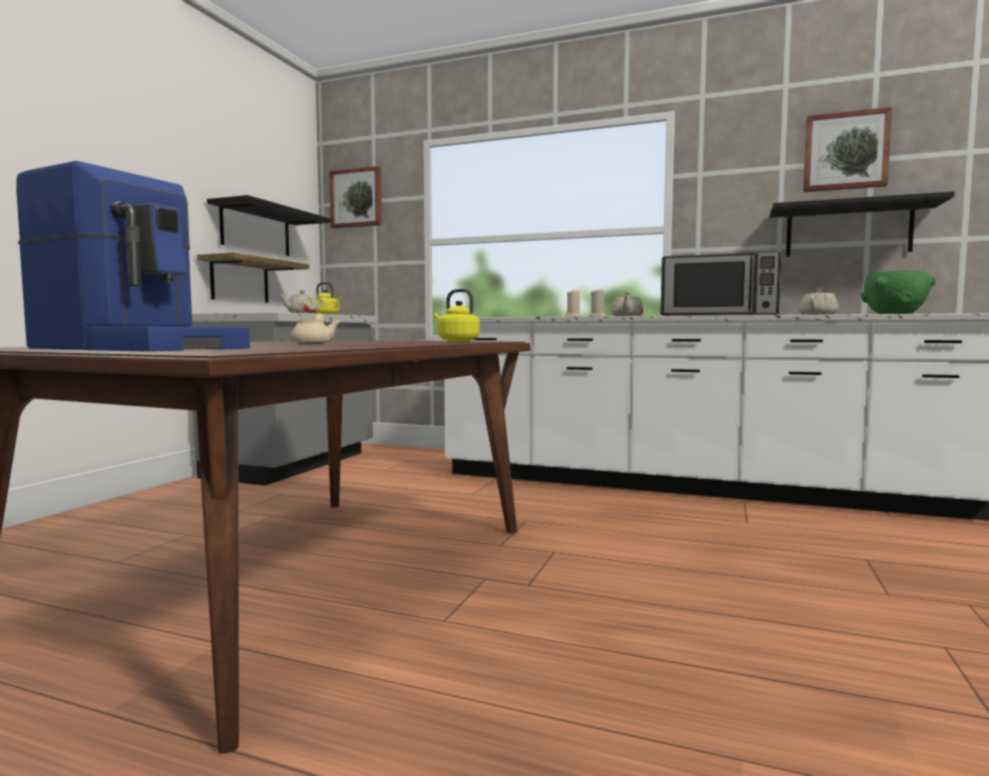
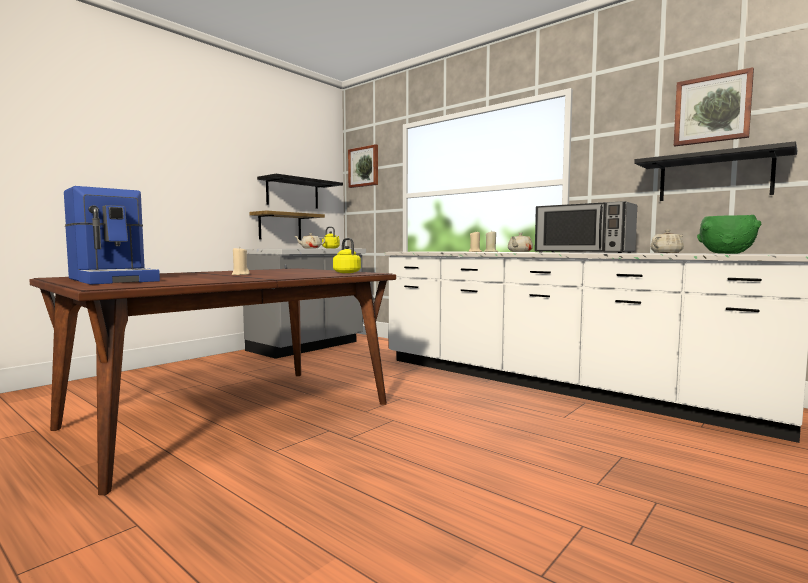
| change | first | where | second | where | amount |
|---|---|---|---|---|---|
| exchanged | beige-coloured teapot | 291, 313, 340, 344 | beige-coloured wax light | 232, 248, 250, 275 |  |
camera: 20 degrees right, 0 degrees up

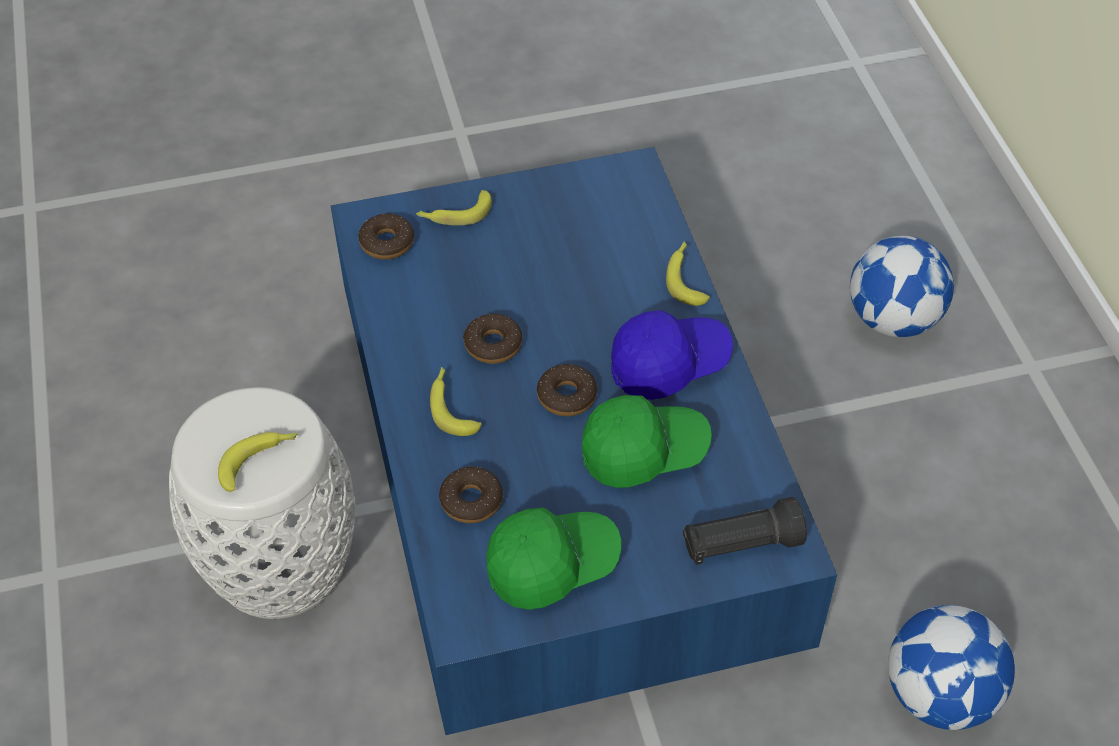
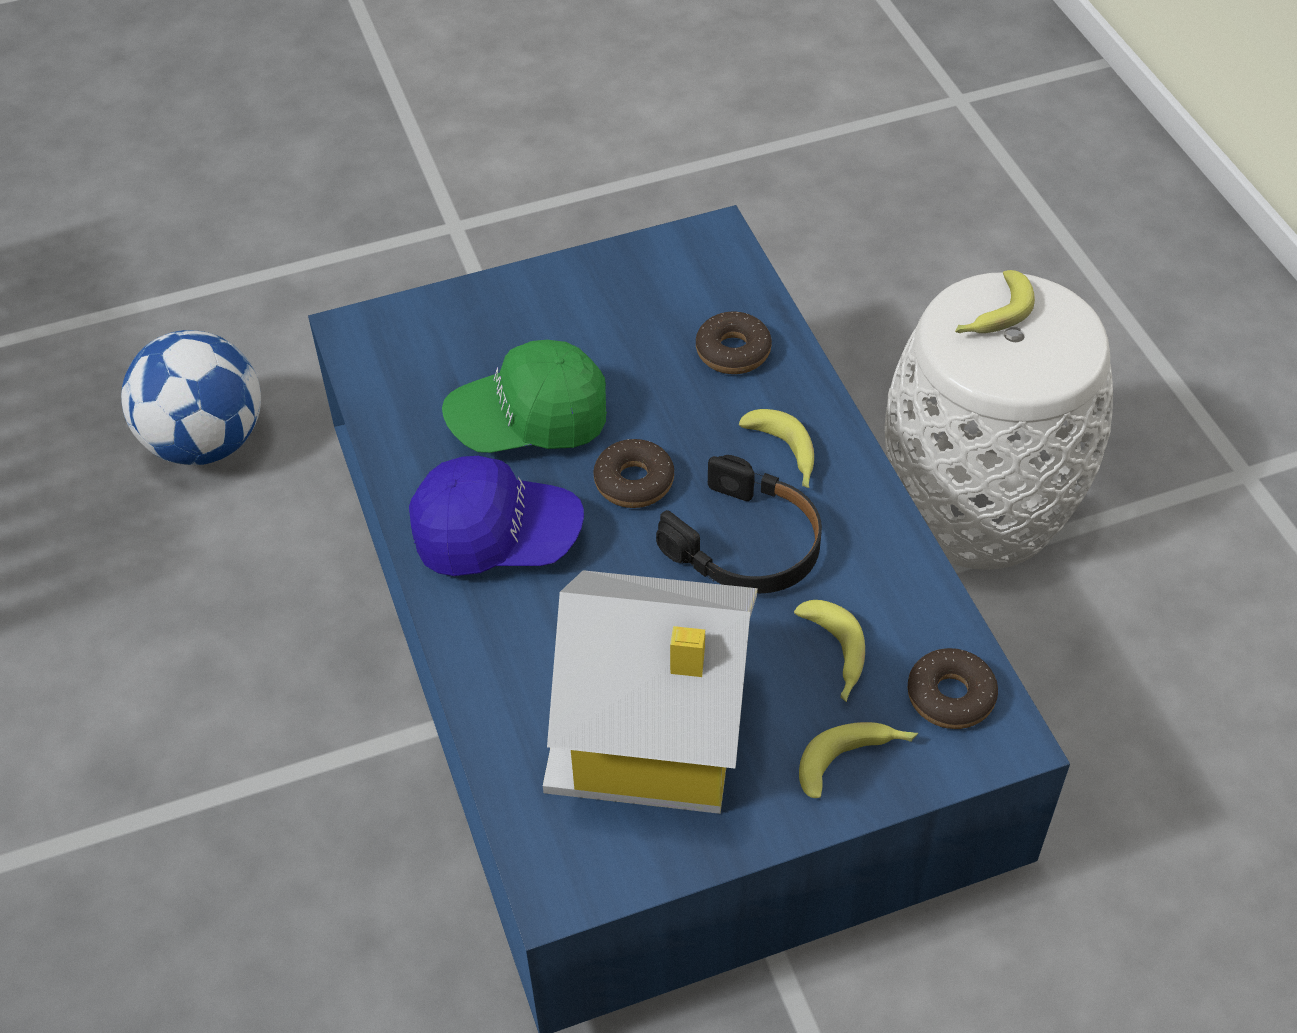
| change | first | where | second | where | amount |
|---|---|---|---|---|---|
| missing | green cap | 486, 508, 621, 610 |  |  |  |
| missing | black-coloured flashlight | 683, 497, 807, 565 |  |  |  |
| missing | football | 850, 236, 954, 337 |  |  |  |
| appeared |  |  | model house | 543, 570, 758, 814 |  |
| relocated | banana fruit | 666, 241, 710, 306 |  | 794, 600, 865, 702 |  |
| exchanged | donut | 463, 314, 522, 364 | black-coloured headset | 656, 455, 822, 593 |  |
| spun | bluish cap | 611, 310, 733, 400 |  | 409, 456, 584, 576 | 150 degrees counterclockwise |
camera: 175 degrees right, 0 degrees up

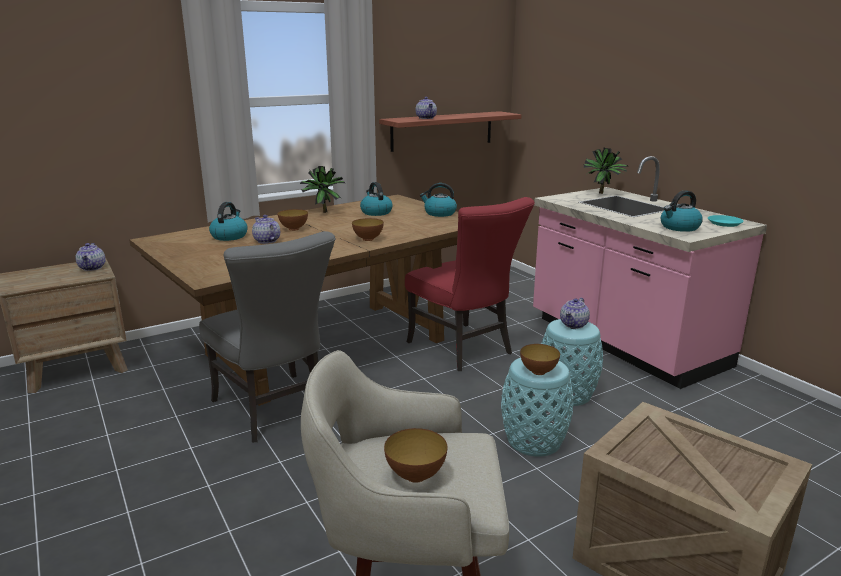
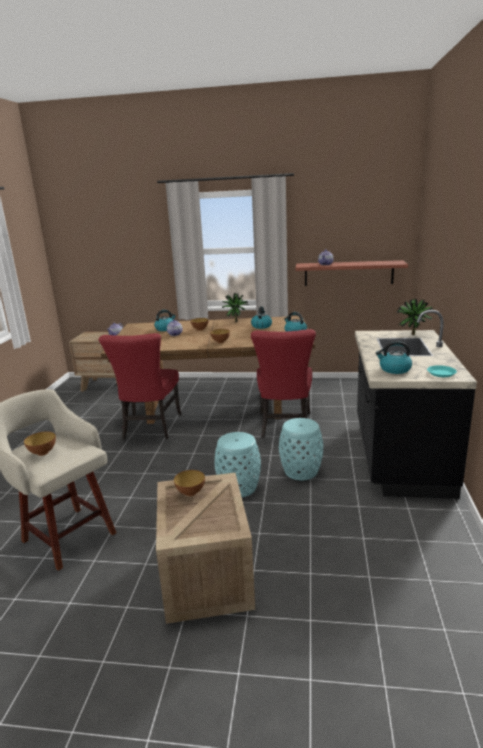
| change | first | where | second | where | amount |
|---|---|---|---|---|---|
| missing | teapot | 560, 298, 590, 329 |  |  |  |
| relocated | serving bowl | 520, 344, 560, 375 |  | 174, 470, 205, 496 |  |
| colour | grey plain chair | 199, 231, 336, 442 | reddish plain chair | 99, 333, 182, 440 |  |
| colour | pink kitchen counter | 533, 156, 767, 389 | black-coloured kitchen counter | 355, 310, 477, 499 |  |
camera: 40 degrees right, 0 degrees up

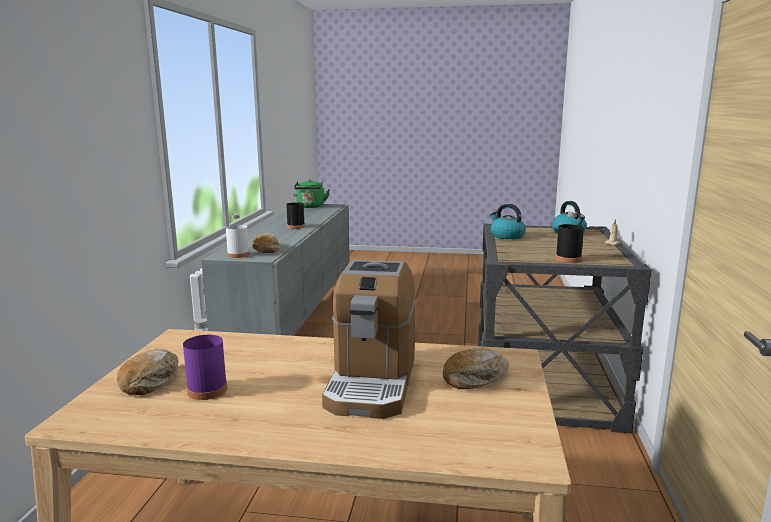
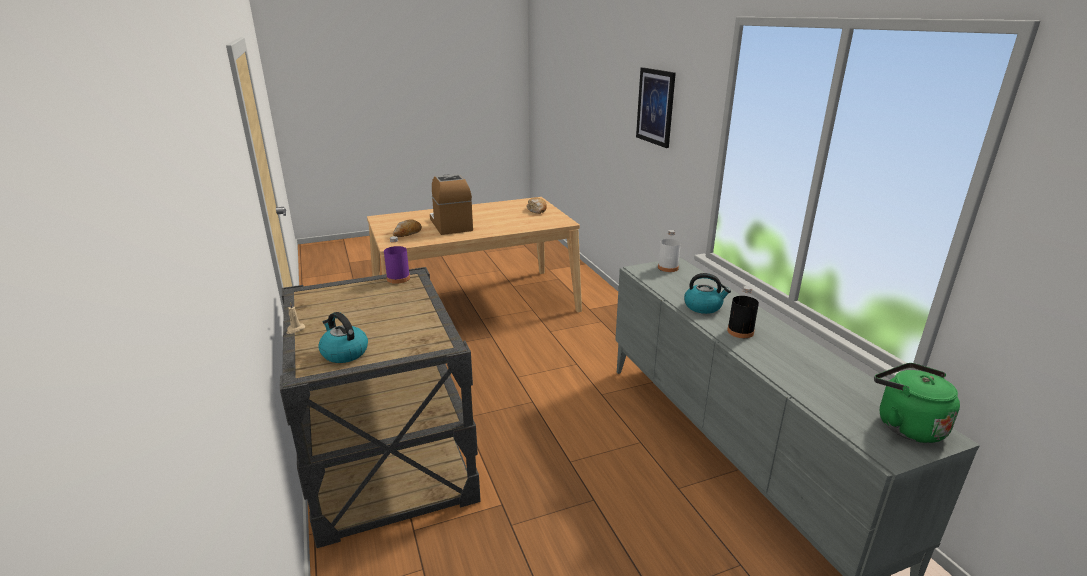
| change | first | where | second | where | amount |
|---|---|---|---|---|---|
| missing | bread | 252, 233, 280, 253 |  |  |  |
| missing | black-coloured drink bottle | 556, 212, 584, 263 |  |  |  |
| appeared |  |  | wall picture | 636, 67, 676, 148 |  |
| relocated | purplish drink bottle | 183, 318, 227, 400 |  | 384, 236, 410, 284 |  |
| relocated | kettle | 490, 204, 526, 239 |  | 684, 273, 731, 314 |  |
camera: 150 degrees right, 10 degrees up

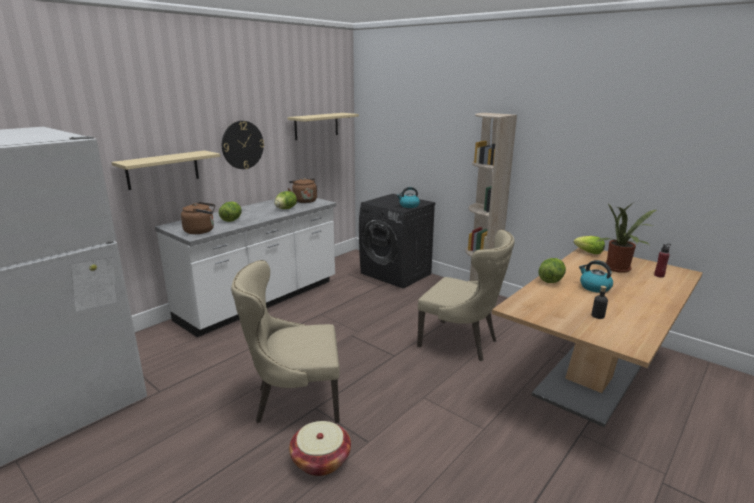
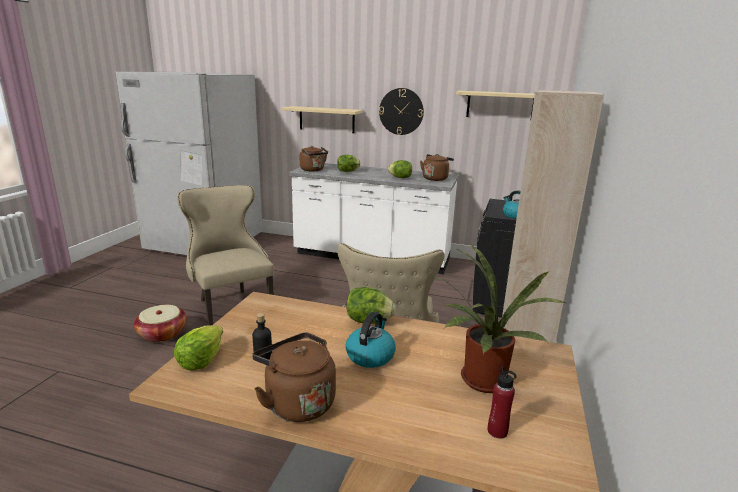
| change | first | where | second | where | amount |
|---|---|---|---|---|---|
| appeared |  |  | brown kettle | 252, 332, 336, 422 |  |
| relocated | head of lettuce | 574, 236, 605, 254 |  | 174, 325, 223, 370 |  |
camera: 65 degrees right, 0 degrees up

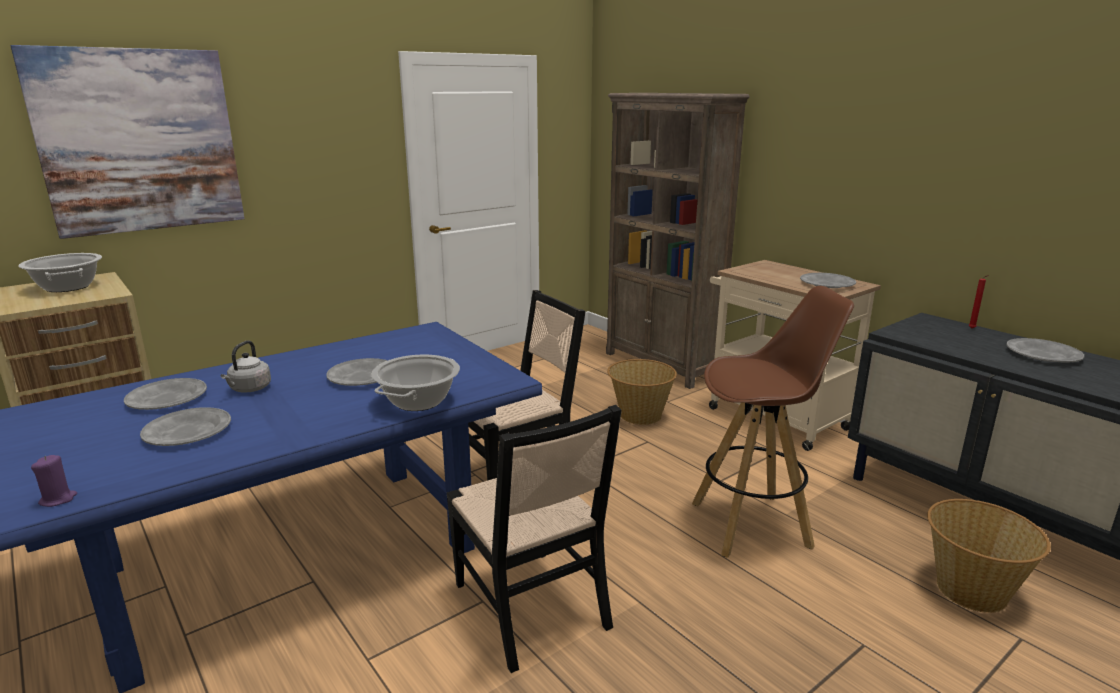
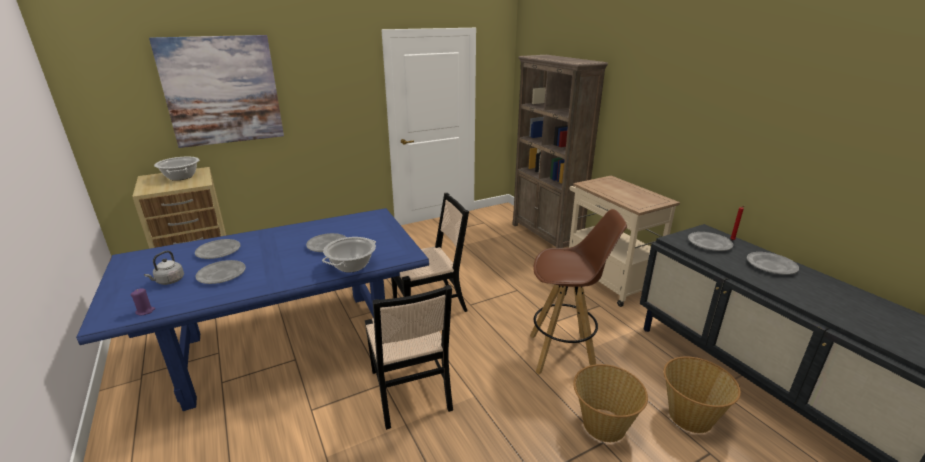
| change | first | where | second | where | amount |
|---|---|---|---|---|---|
| relocated | grey kettle | 221, 341, 271, 393 |  | 144, 250, 184, 285 |  |
| relocated | basket | 607, 359, 677, 425 |  | 573, 364, 648, 442 |  |
| relocated | grey flat dish | 800, 273, 856, 288 |  | 688, 232, 734, 251 |  |
camera: 10 degrees right, 5 degrees up

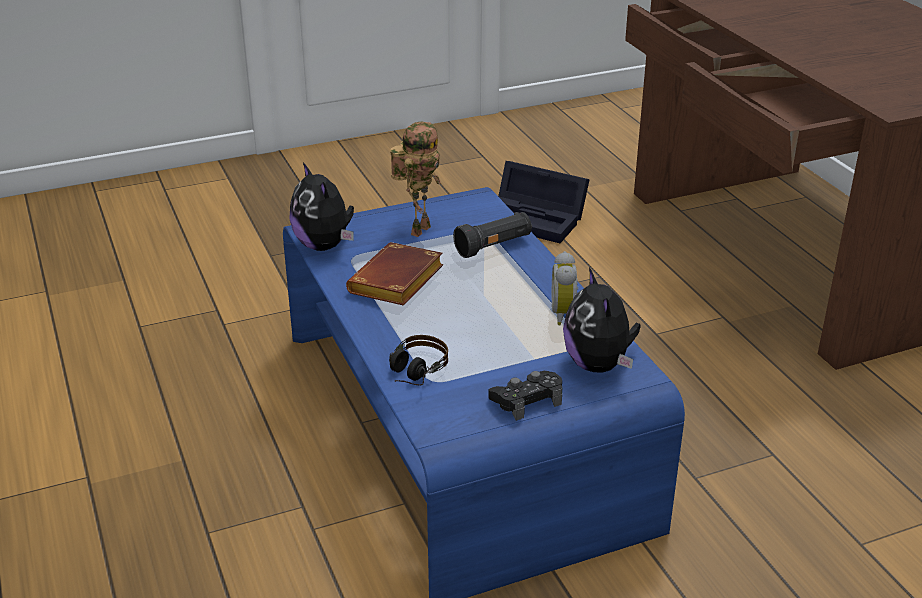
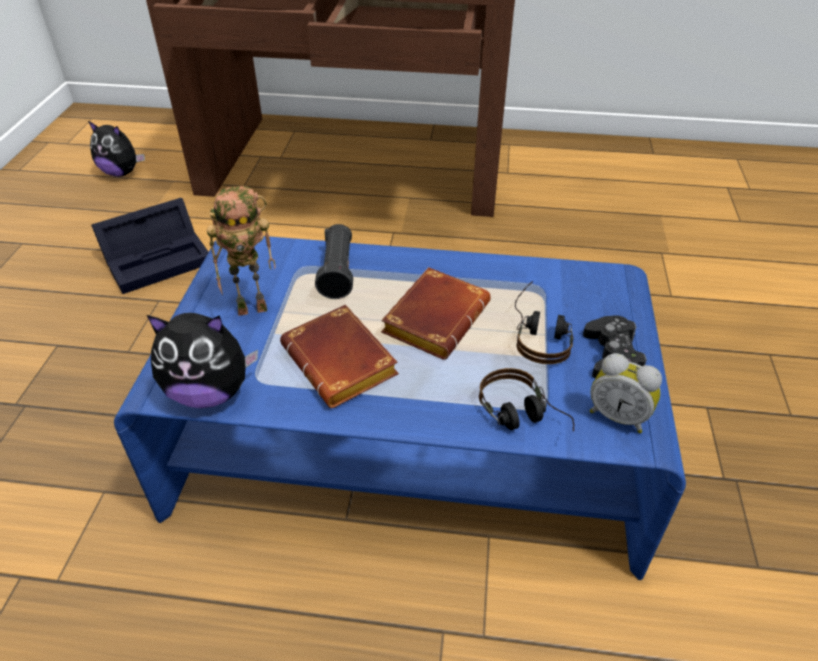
| change | first | where | second | where | amount |
|---|---|---|---|---|---|
| appeared |  |  | brown bound book | 381, 267, 491, 360 |  |
| appeared |  |  | headset | 515, 281, 574, 364 |  |
| relocated | table clock | 552, 251, 578, 325 |  | 590, 353, 662, 433 |  |
| relocated | soft toy | 563, 268, 641, 372 |  | 88, 121, 145, 177 |  |
| spun | model robot | 390, 122, 441, 237 |  | 207, 186, 276, 316 | 105 degrees clockwise |
camera: 60 degrees left, 10 degrees up

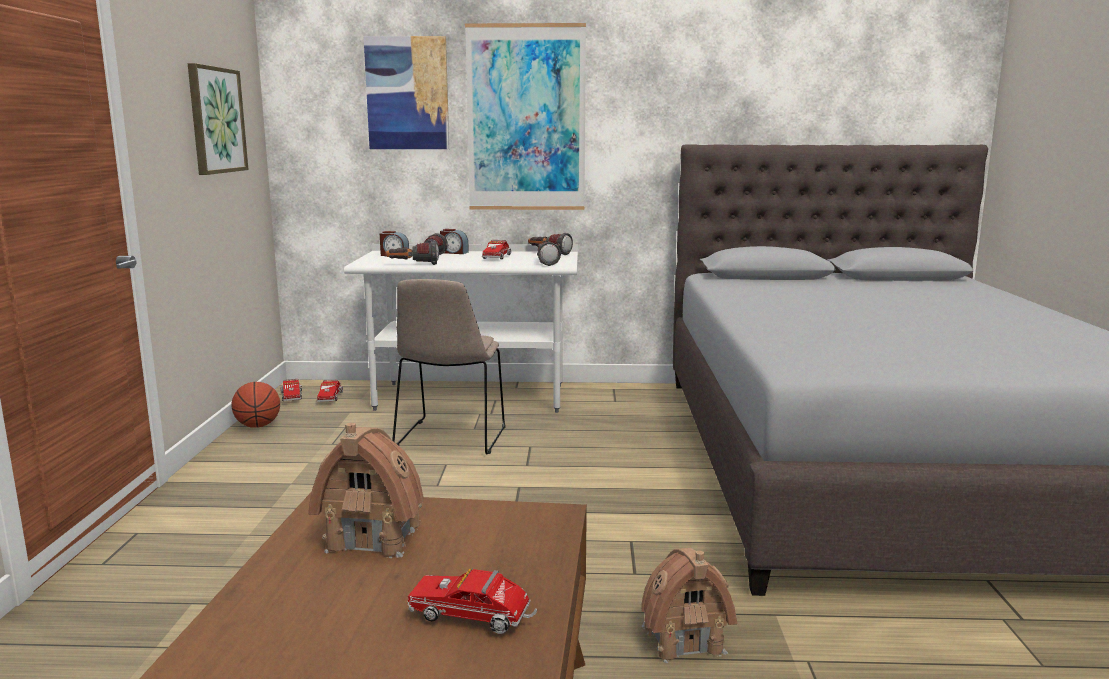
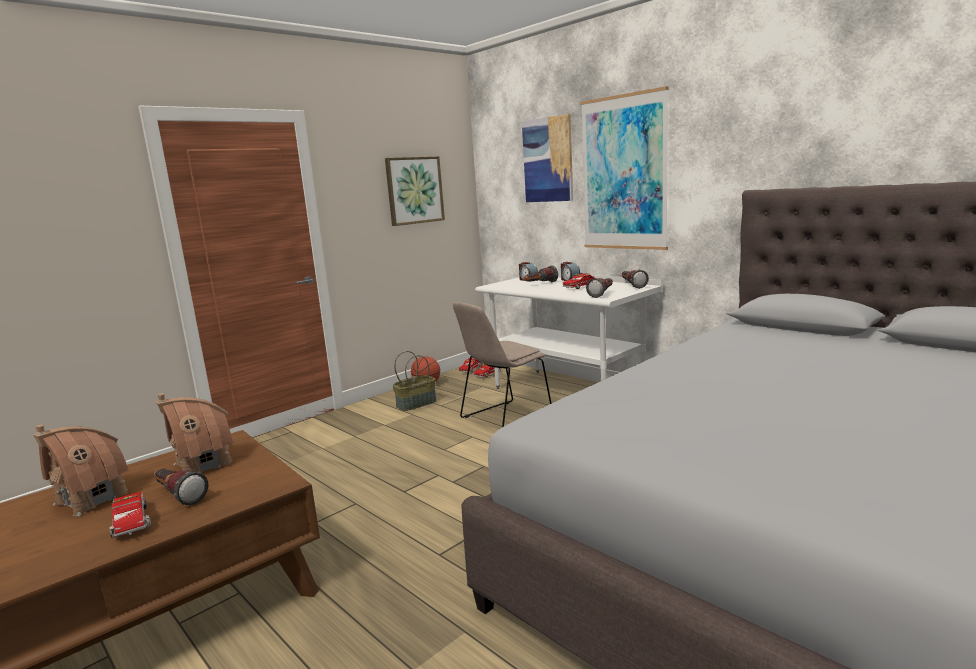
| change | first | where | second | where | amount |
|---|---|---|---|---|---|
| appeared |  |  | basket | 393, 351, 437, 411 |  |
| relocated | flashlight | 385, 241, 439, 265 |  | 154, 468, 208, 505 |  |
| relocated | model house | 641, 548, 738, 663 |  | 33, 425, 129, 516 |  |
camera: 45 degrees right, 0 degrees up

